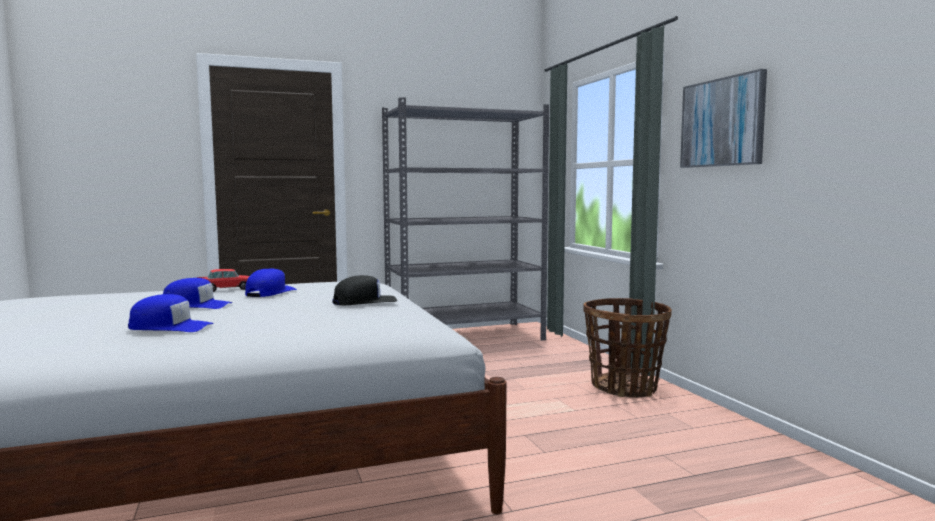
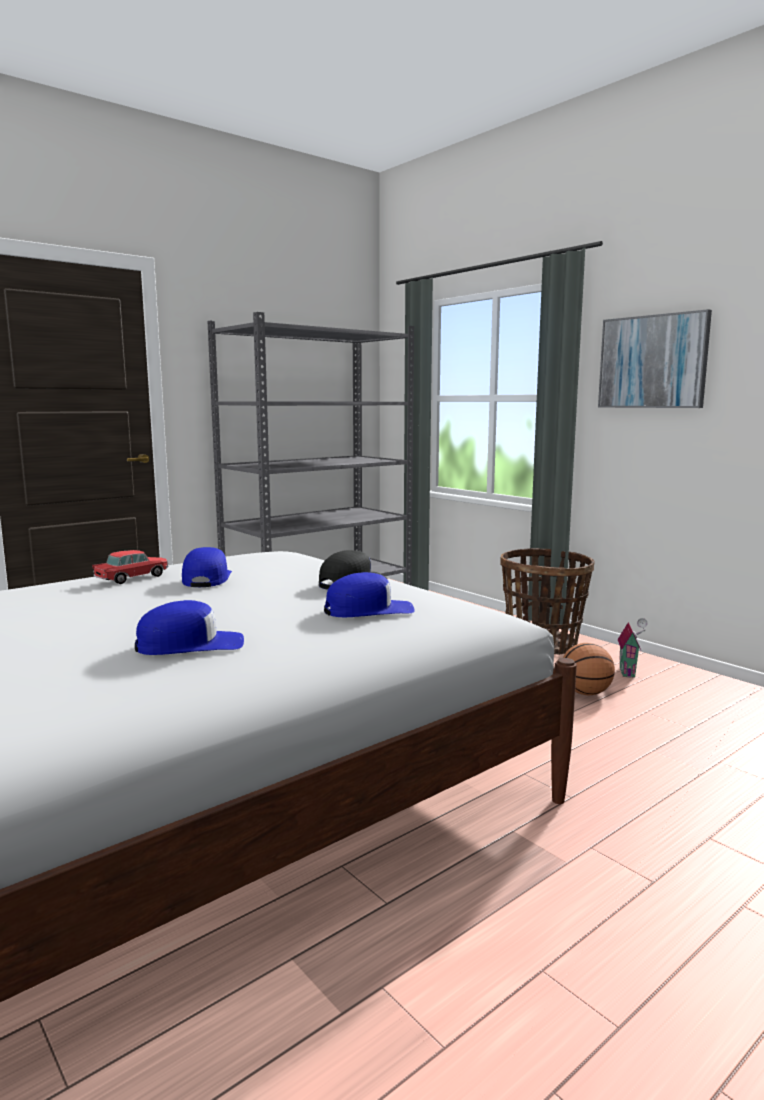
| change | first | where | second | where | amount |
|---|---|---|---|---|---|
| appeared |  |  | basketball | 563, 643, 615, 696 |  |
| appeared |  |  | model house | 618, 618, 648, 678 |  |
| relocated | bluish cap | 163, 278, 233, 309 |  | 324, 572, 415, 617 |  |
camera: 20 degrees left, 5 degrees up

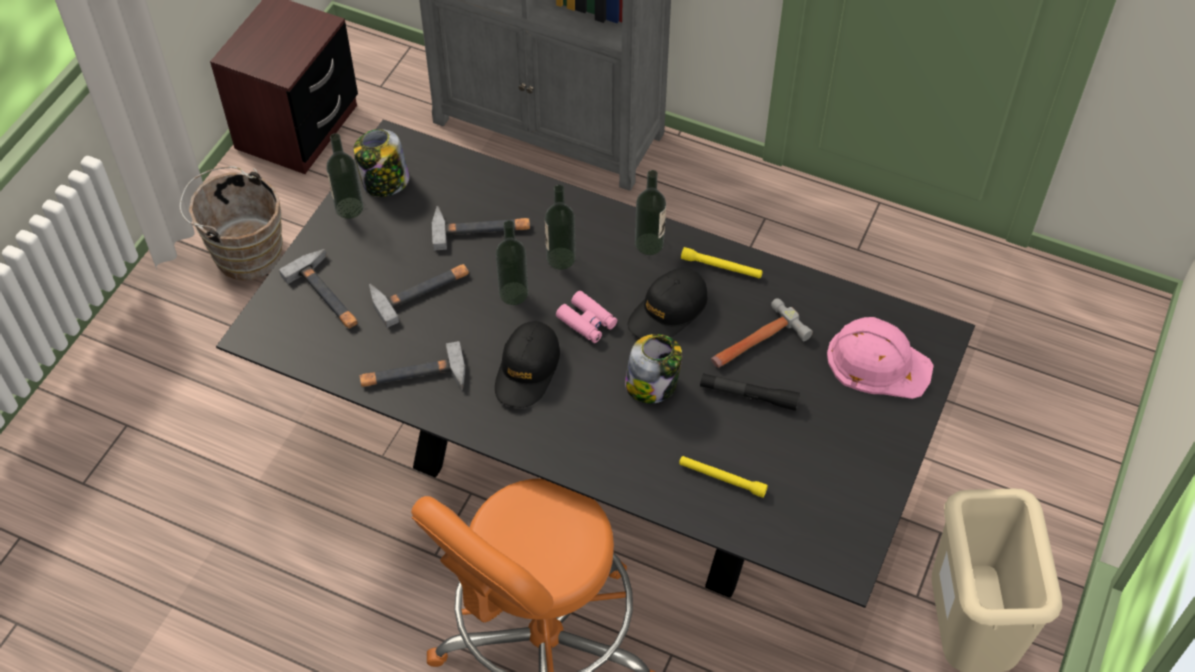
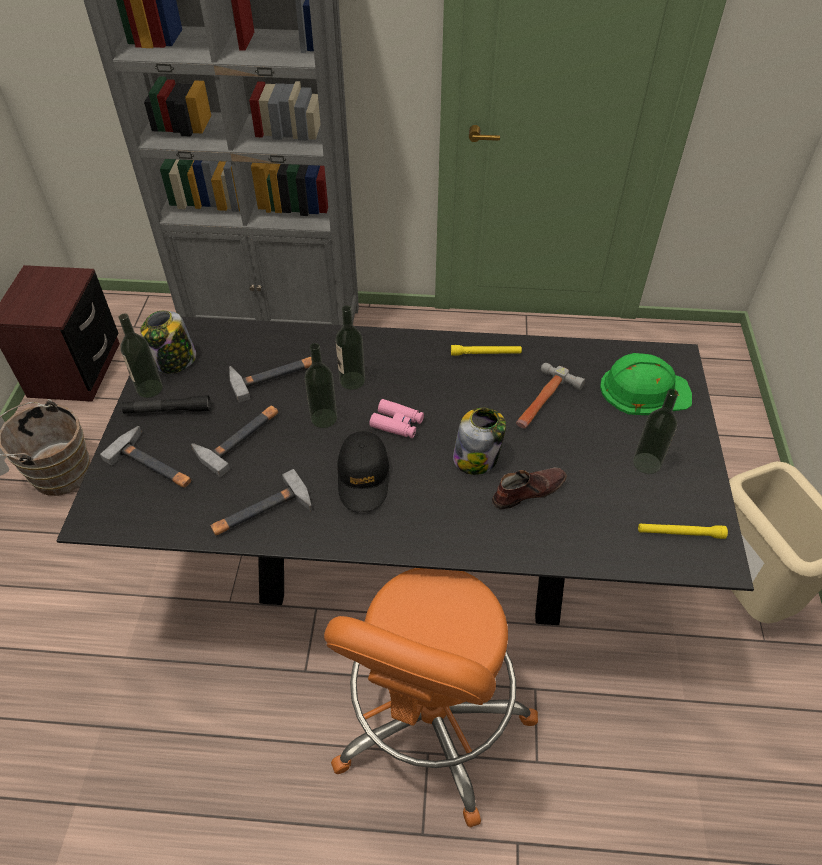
| change | first | where | second | where | amount |
|---|---|---|---|---|---|
| missing | black-coloured cap | 628, 268, 707, 339 |  |  |  |
| appeared |  |  | brown low shoe | 492, 468, 567, 510 |  |
| relocated | drink bottle | 635, 170, 666, 255 |  | 633, 389, 678, 474 |  |
| relocated | yellow flashlight | 679, 456, 768, 498 |  | 638, 523, 728, 539 |  |
| relocated | black-coloured flashlight | 700, 373, 800, 411 |  | 122, 395, 211, 414 |  |
| colour | pink safety helmet | 827, 317, 934, 399 | green safety helmet | 600, 353, 692, 415 |  |
camera: 20 degrees left, 5 degrees down

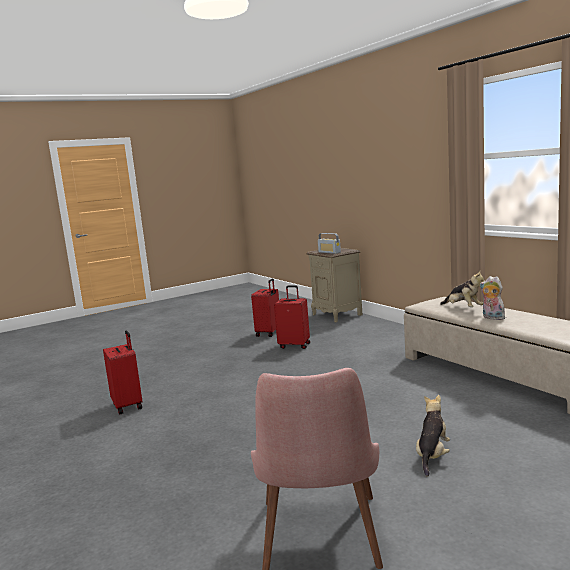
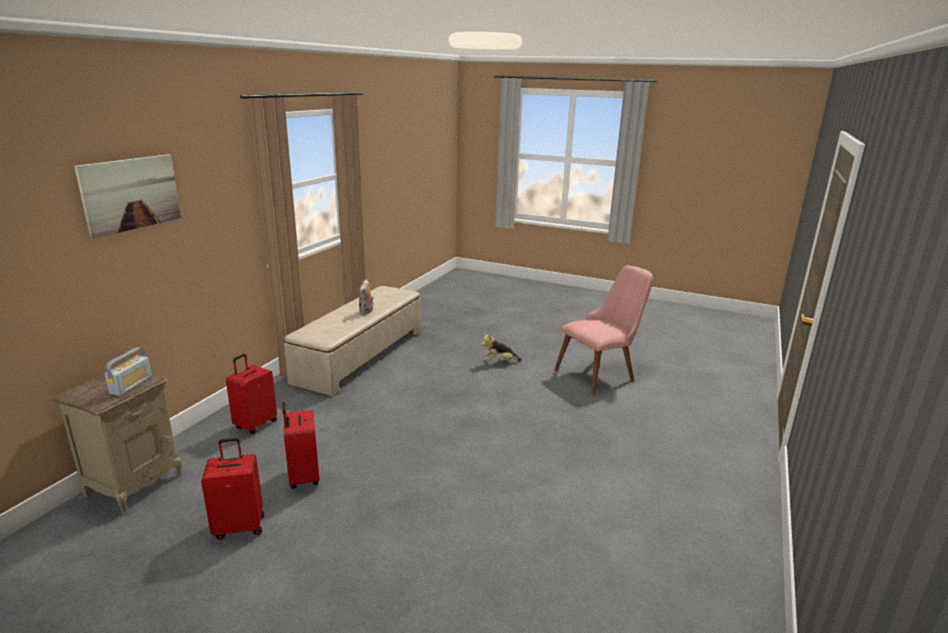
| change | first | where | second | where | amount |
|---|---|---|---|---|---|
| missing | soft toy | 440, 271, 485, 307 |  |  |  |
| appeared |  |  | wall picture | 74, 154, 181, 239 |  |
| relocated | reddish suitcase | 103, 331, 142, 414 |  | 226, 354, 277, 434 |  |
camera: 125 degrees left, 10 degrees up

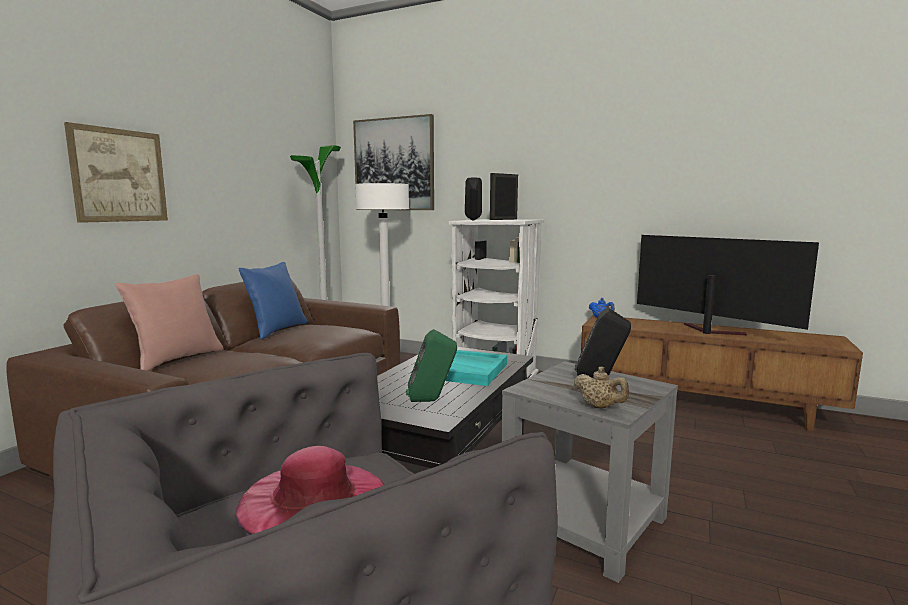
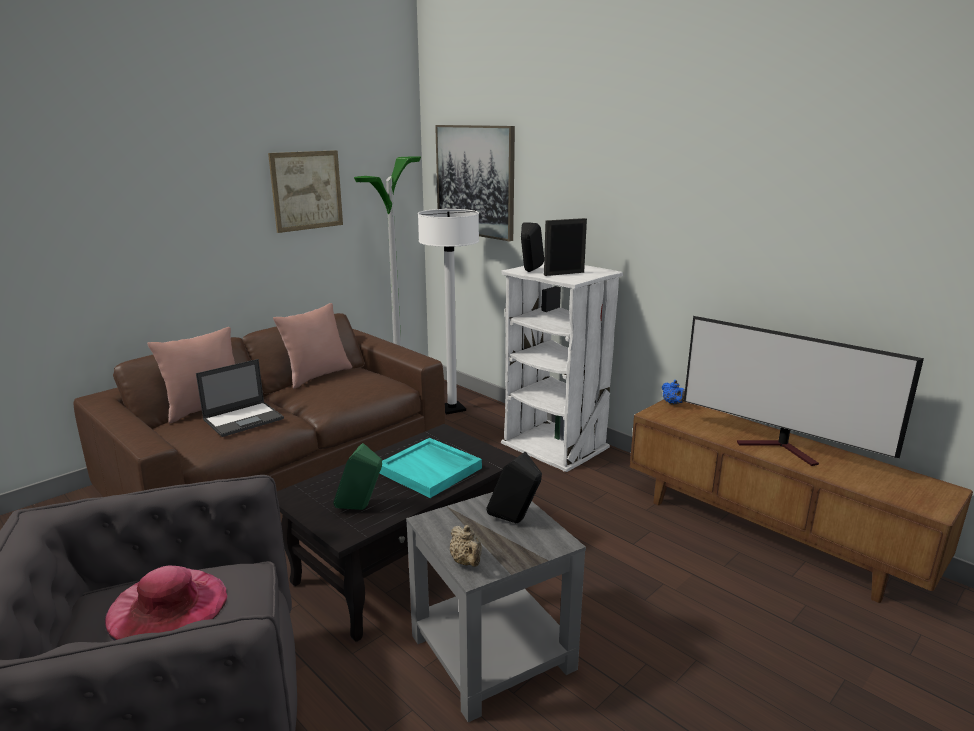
| change | first | where | second | where | amount |
|---|---|---|---|---|---|
| appeared |  |  | notebook computer | 196, 359, 284, 437 |  |
| relocated | wall picture | 64, 122, 168, 223 |  | 268, 150, 343, 233 |  |
| colour | bluish cushion | 238, 262, 307, 339 | pink cushion | 273, 303, 352, 389 |  |
| spun | TV | 637, 235, 819, 335 |  | 684, 316, 924, 466 | 150 degrees clockwise |
camera: 20 degrees right, 10 degrees up

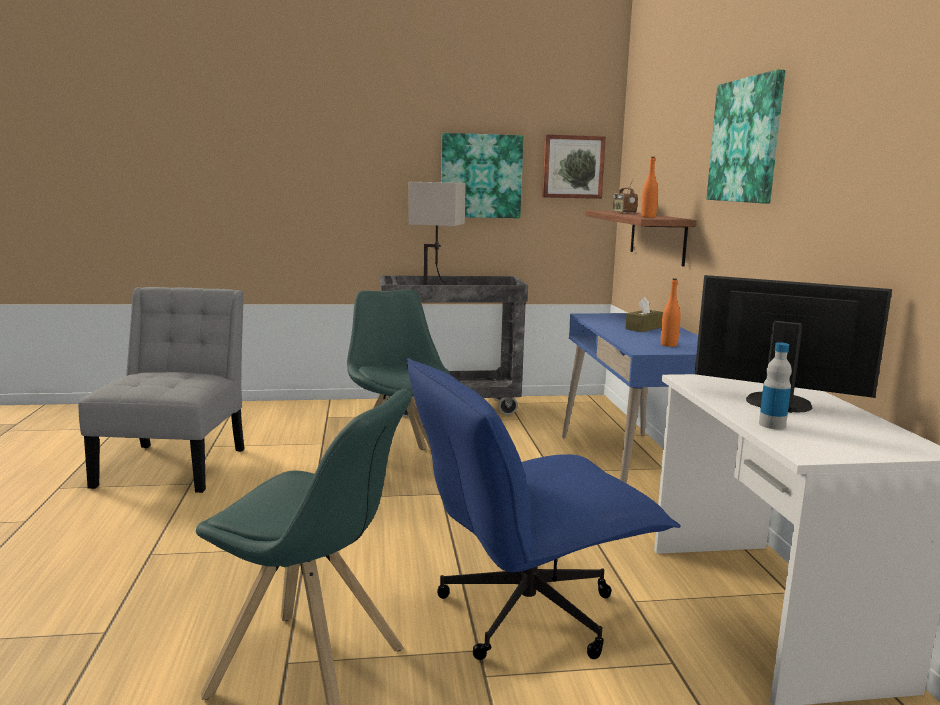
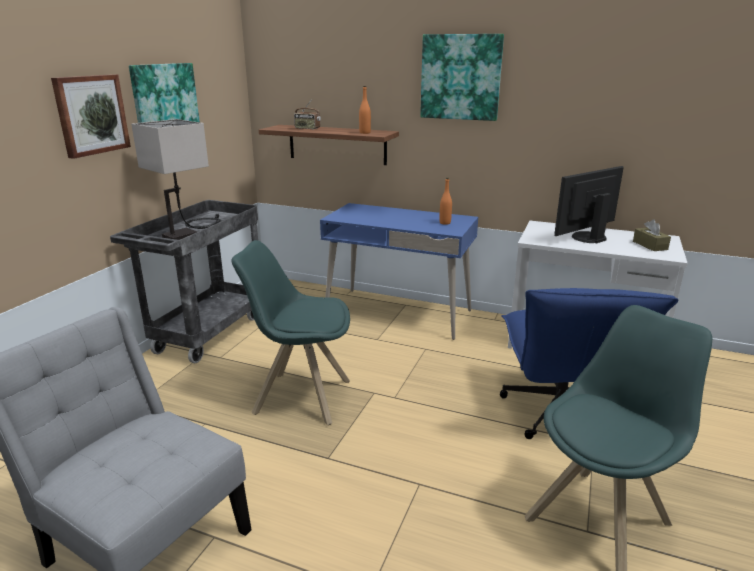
| change | first | where | second | where | amount |
|---|---|---|---|---|---|
| missing | drink bottle | 759, 342, 792, 429 |  |  |  |
| relocated | wall picture | 542, 134, 606, 199 |  | 51, 74, 131, 159 |  |
| relocated | brown box of tissues | 625, 297, 663, 332 |  | 633, 220, 671, 251 |  |
camera: 60 degrees left, 10 degrees up

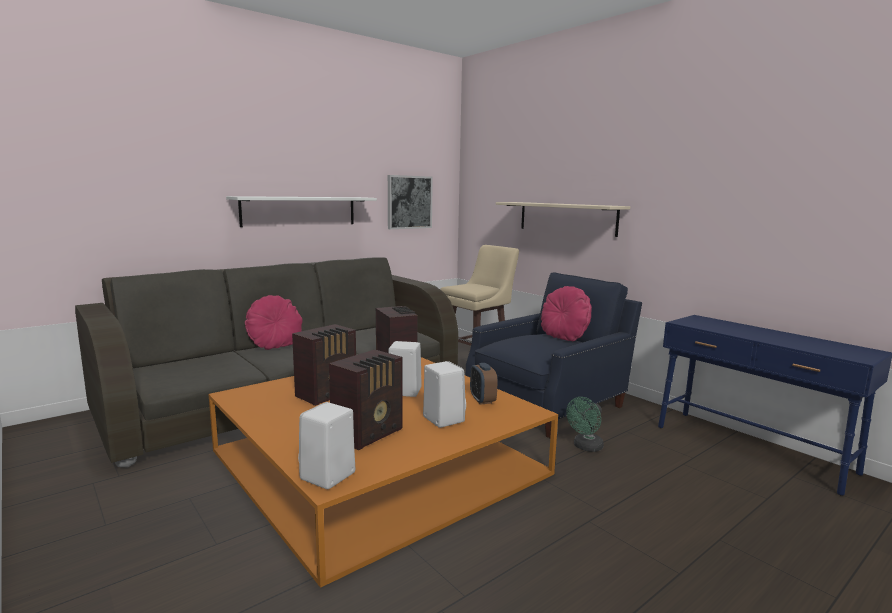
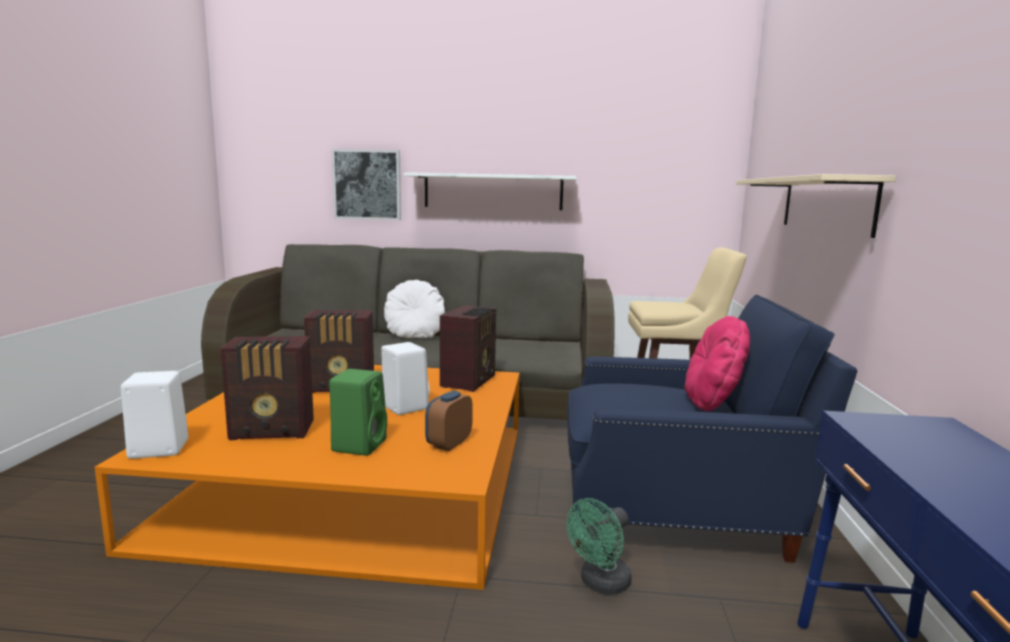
| change | first | where | second | where | amount |
|---|---|---|---|---|---|
| relocated | wall picture | 388, 175, 433, 229 |  | 332, 149, 401, 220 |  |
| colour | pink cushion | 245, 295, 303, 350 | whitish cushion | 384, 280, 445, 338 |  |
| colour | whitish loudspeaker | 423, 361, 466, 428 | green loudspeaker | 329, 369, 387, 456 |  |
| spun | green electric fan | 566, 397, 604, 452 |  | 567, 498, 632, 594 | 45 degrees counterclockwise |
camera: 45 degrees right, 0 degrees up

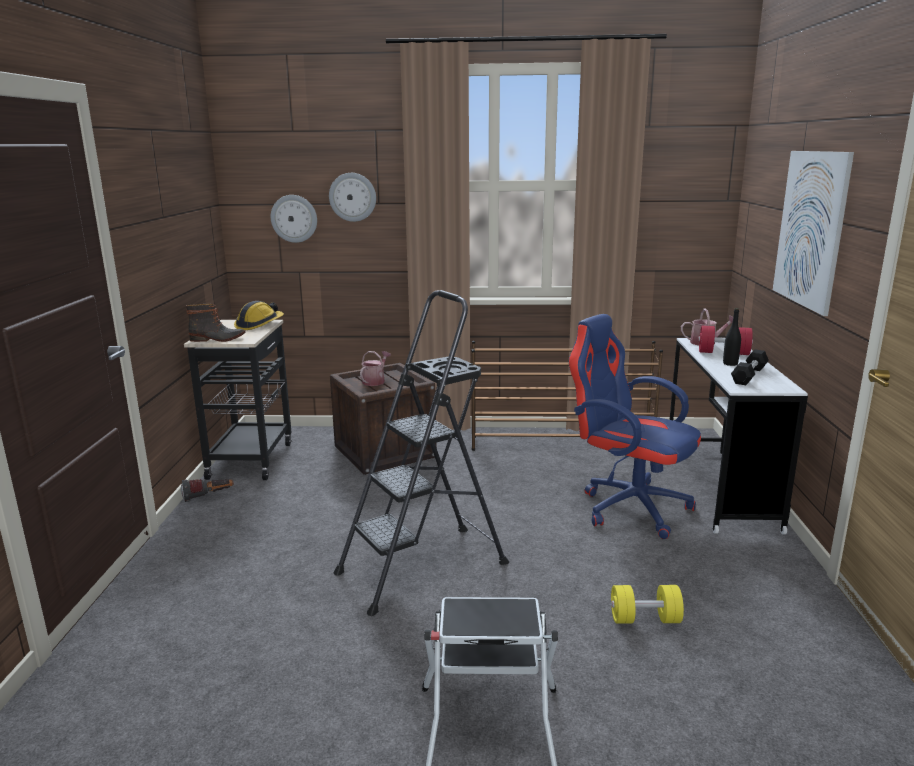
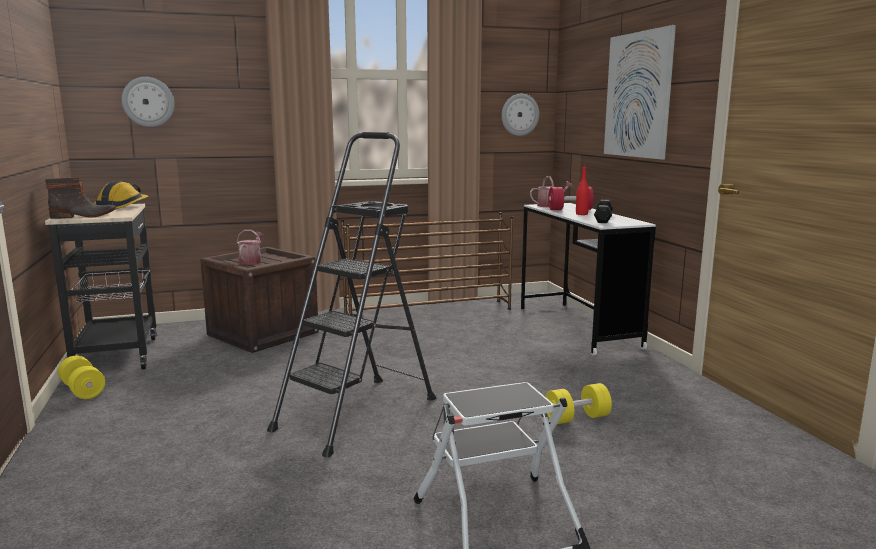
| change | first | where | second | where | amount |
|---|---|---|---|---|---|
| missing | bluish desk chair | 569, 314, 701, 539 |  |  |  |
| relocated | hanging clock | 329, 173, 376, 222 |  | 502, 94, 539, 136 |  |
| exchanged | flashlight | 181, 479, 234, 502 | yellow free weight | 58, 356, 105, 399 |  |
| colour | black-coloured drink bottle | 723, 308, 741, 366 | reddish drink bottle | 576, 166, 589, 215 |  |
camera: 20 degrees left, 5 degrees down

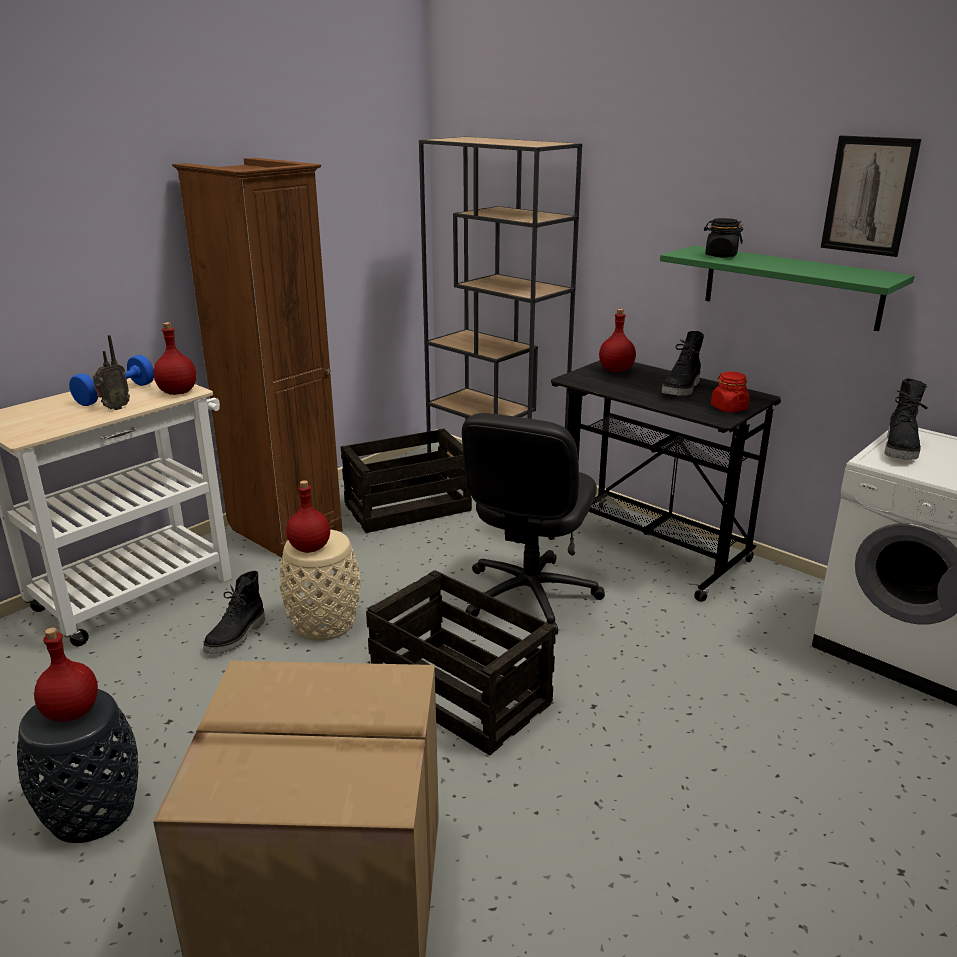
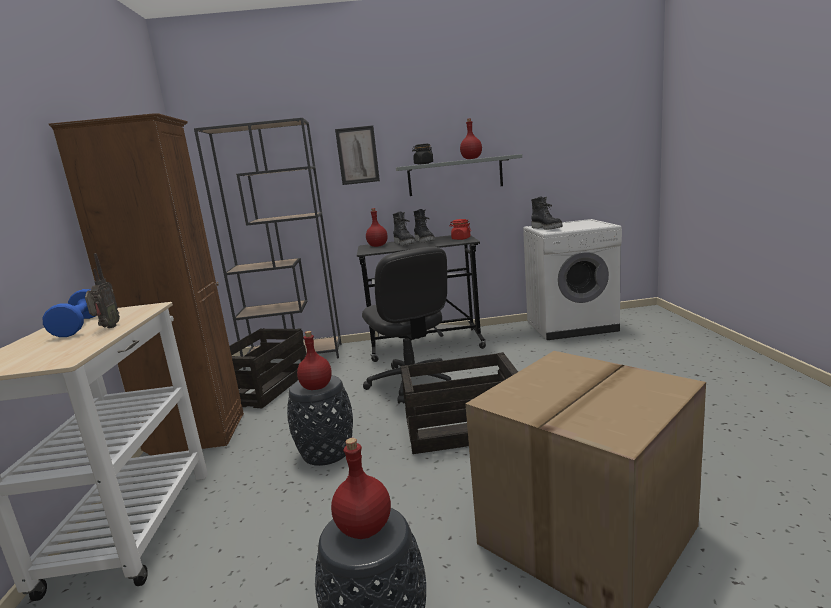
| change | first | where | second | where | amount |
|---|---|---|---|---|---|
| relocated | reddish drink bottle | 153, 322, 196, 395 |  | 460, 118, 482, 159 |  |
| relocated | black-coloured boot | 203, 571, 265, 654 |  | 393, 212, 415, 246 |  |
| relocated | wall picture | 821, 135, 921, 257 |  | 335, 125, 380, 185 |  |
| colour | beige-coloured sitting stool | 280, 529, 361, 641 | black-coloured sitting stool | 287, 375, 353, 466 |  |
| colour | green bracket shelf | 660, 246, 915, 331 | grey bracket shelf | 396, 154, 522, 196 |  |
camera: 45 degrees left, 10 degrees down

